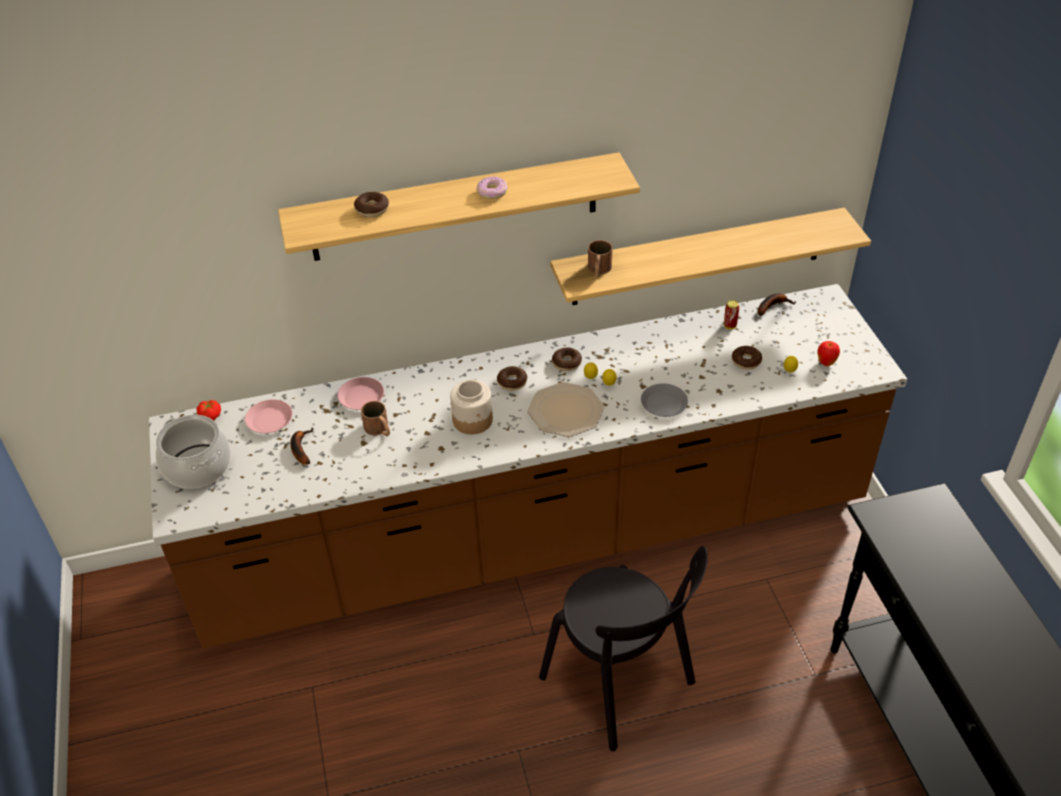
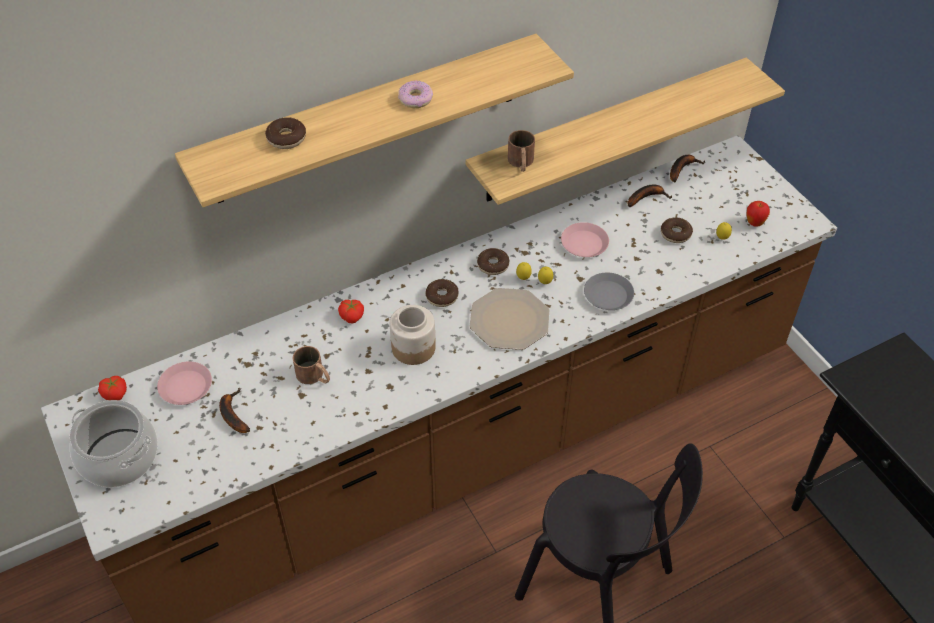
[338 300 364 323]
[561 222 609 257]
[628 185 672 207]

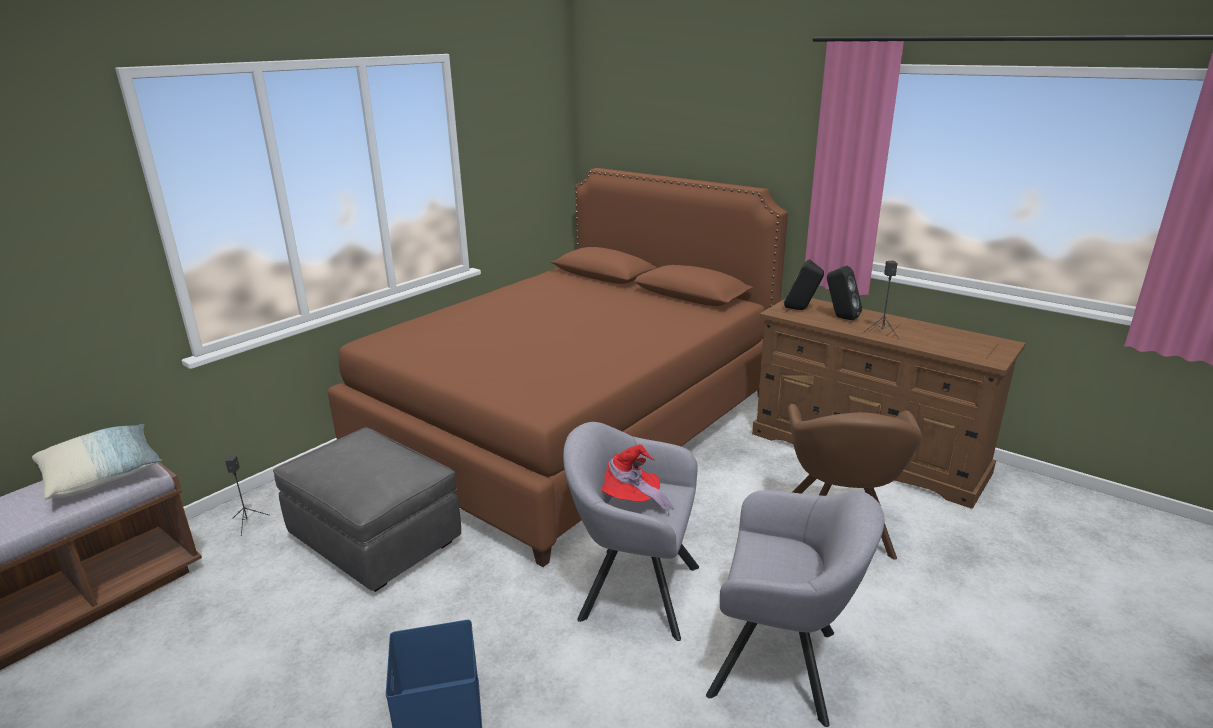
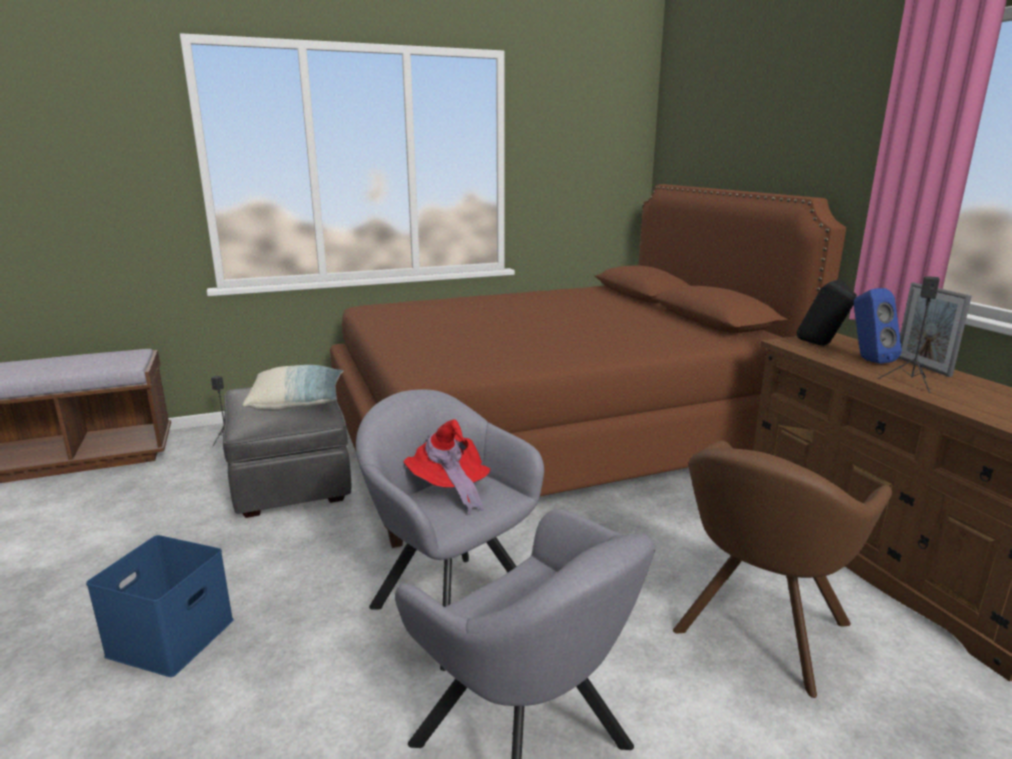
[243 365 344 411]
[854 288 902 364]
[898 283 972 377]

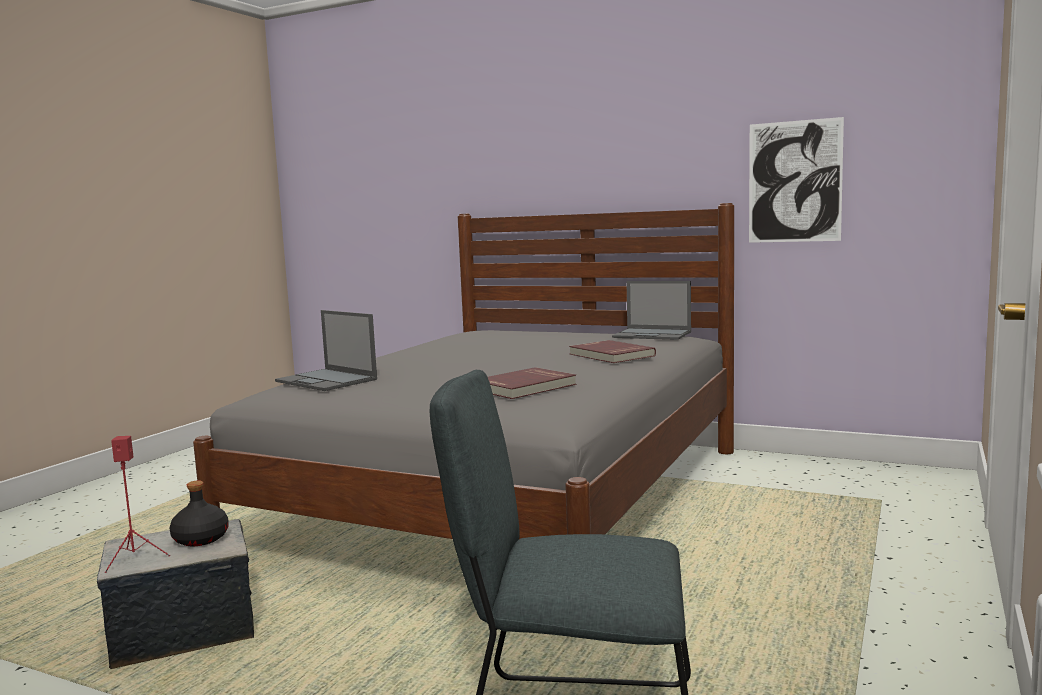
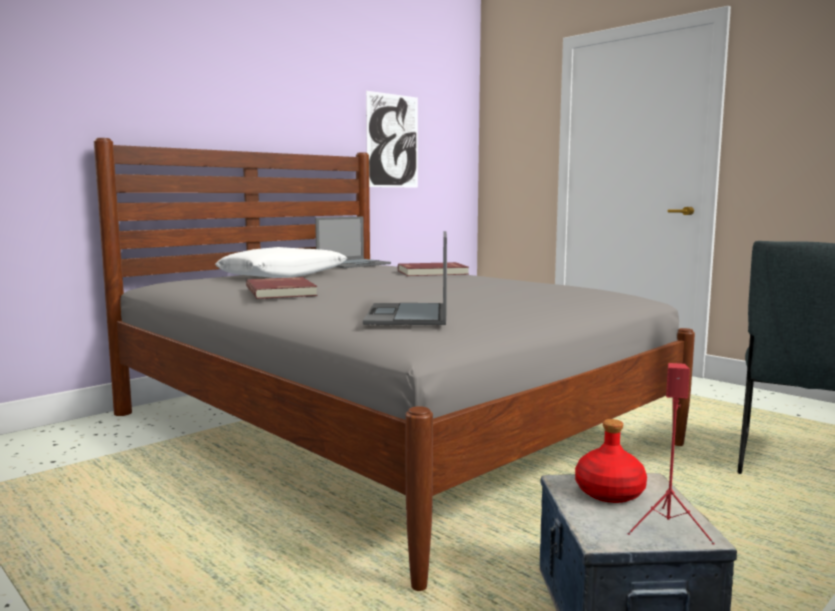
[215 247 347 278]
[246 277 318 299]
[363 231 447 325]
[575 419 647 503]

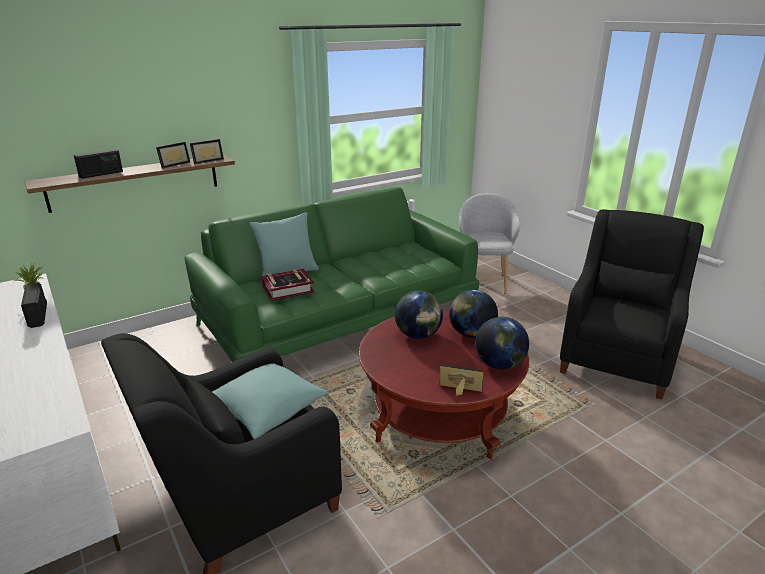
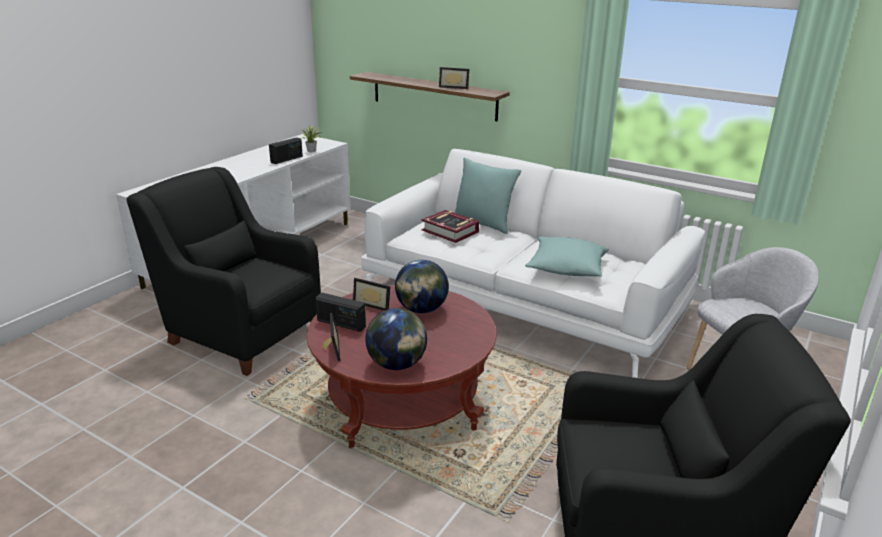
[316 293 366 332]
[353 278 390 311]
[361 149 705 378]
[525 237 609 276]
[449 290 498 338] (first image)

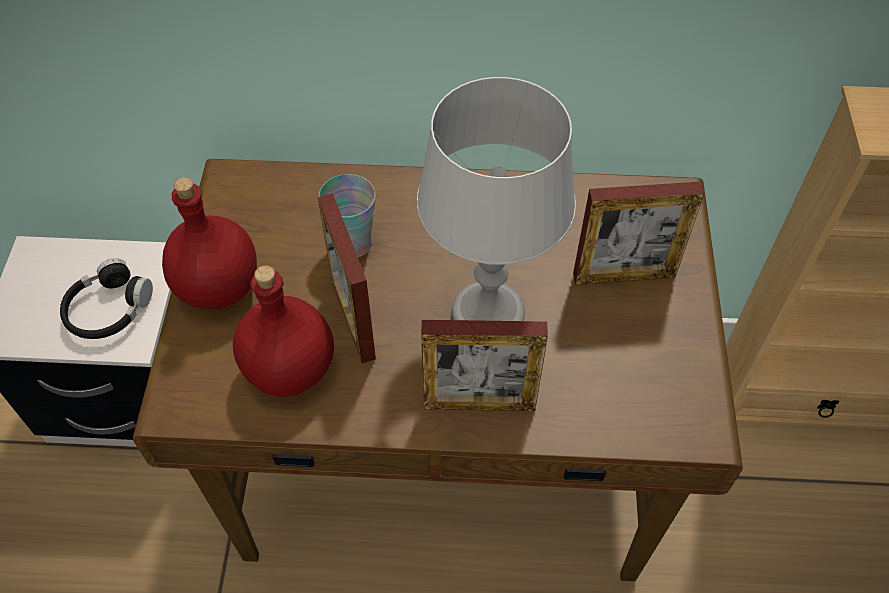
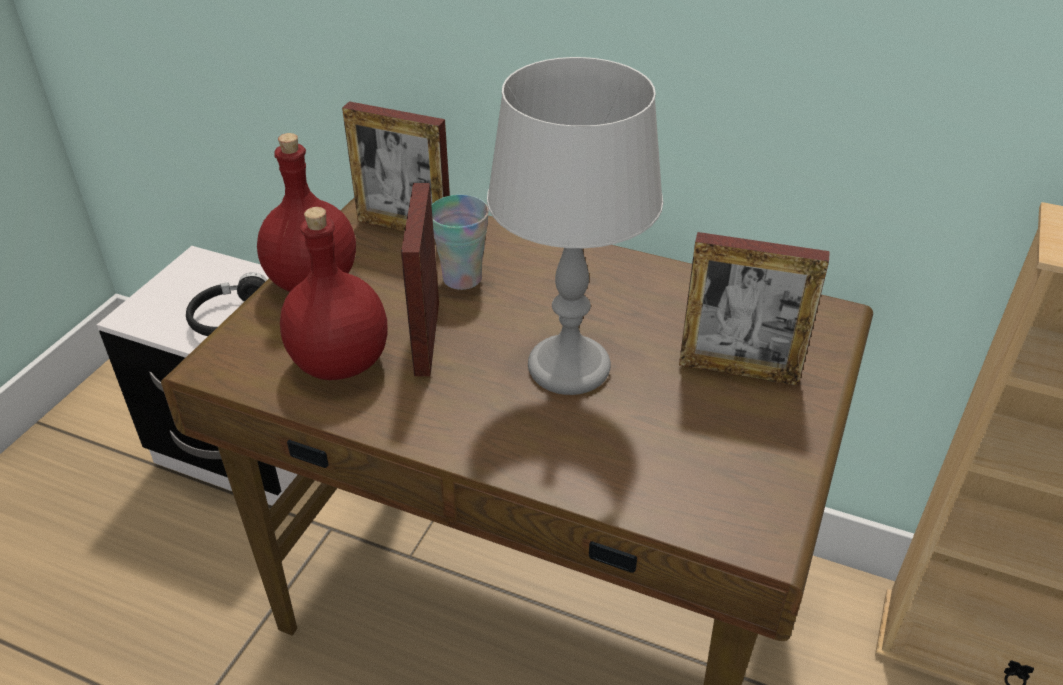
[342 101 450 232]

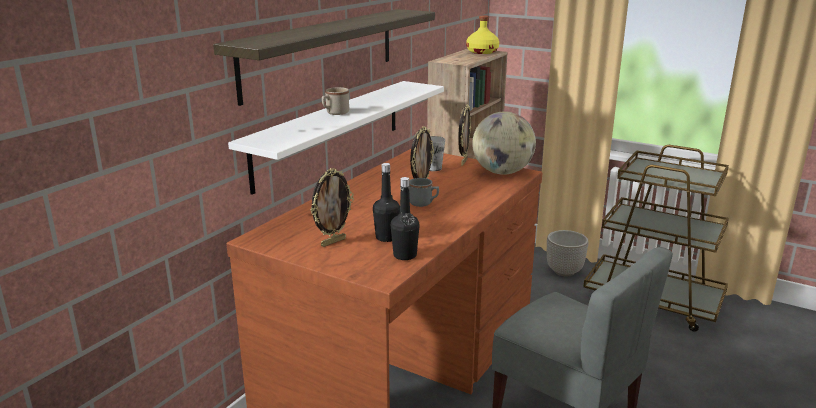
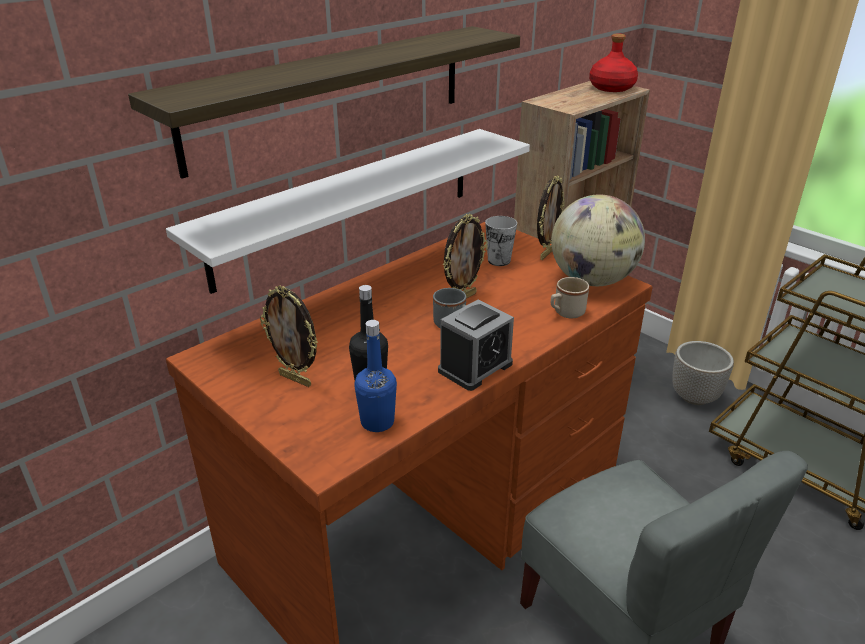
[260 285 318 387]
[354 320 397 432]
[438 300 514 391]
[551 277 589 318]
[589 34 638 92]

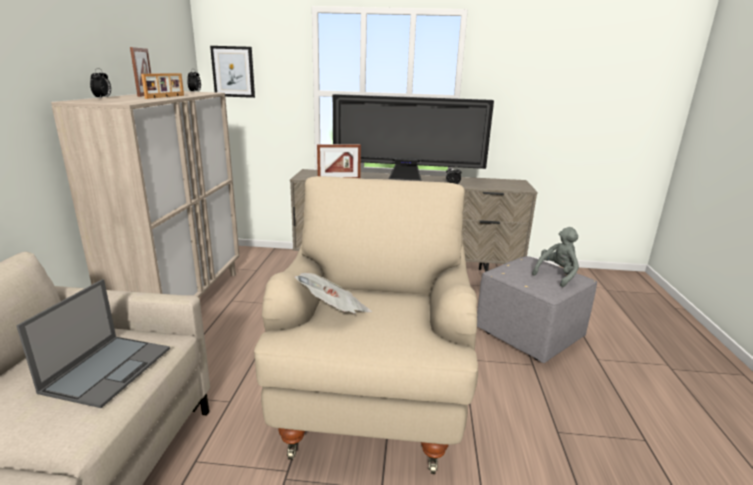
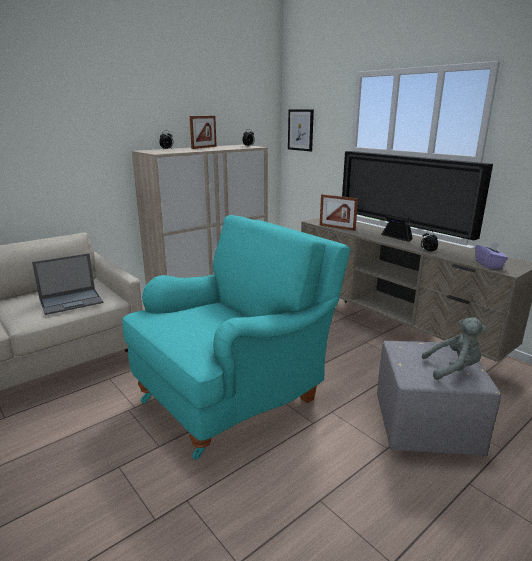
[122 215 350 460]
[475 241 508 269]
[141 73 184 99] (first image)
[294 273 372 314] (first image)

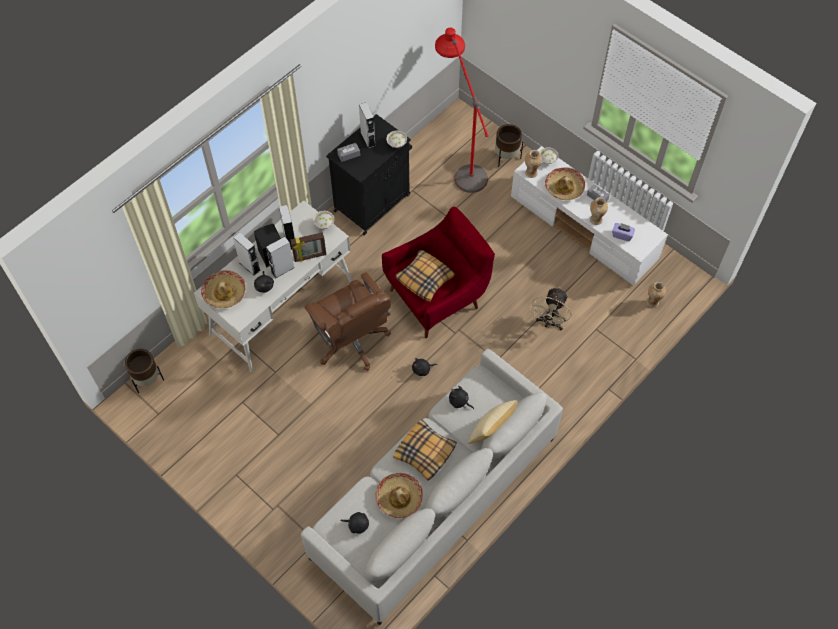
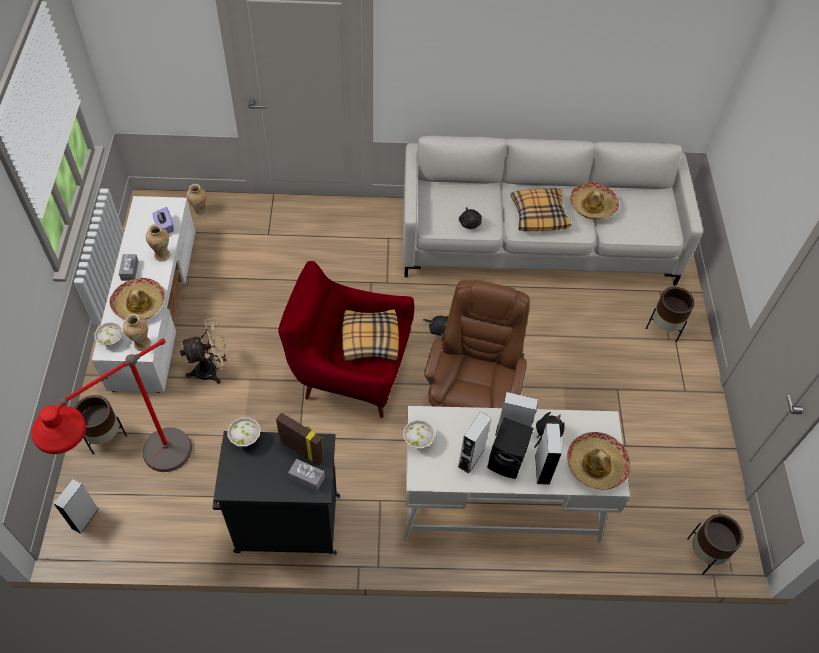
[54 479 99 534]
[180 317 230 384]
[276 413 324 466]
[646 287 695 342]
[340 512 369 533] (first image)
[468 400 517 444] (first image)

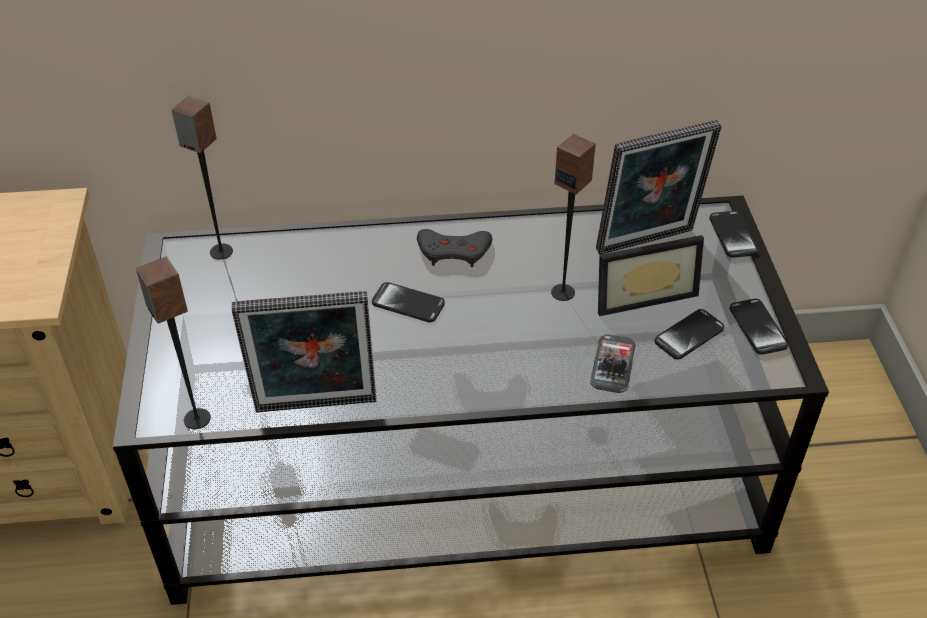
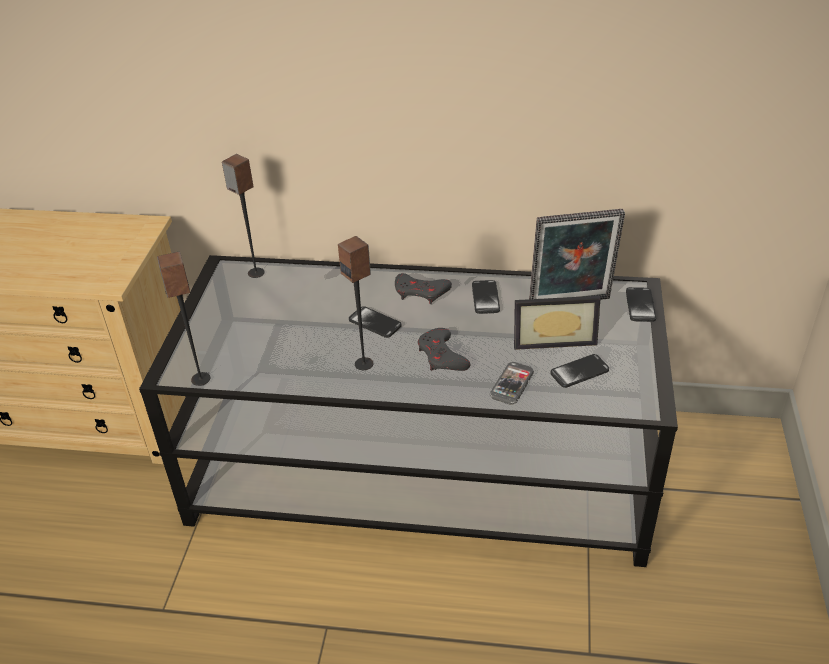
[338 236 373 370]
[418 328 470 371]
[472 280 500 314]
[232 291 376 413] (first image)

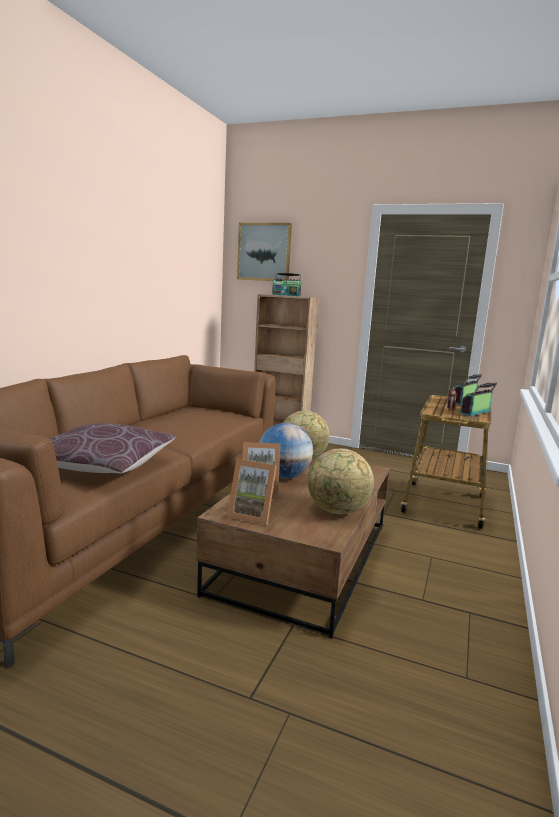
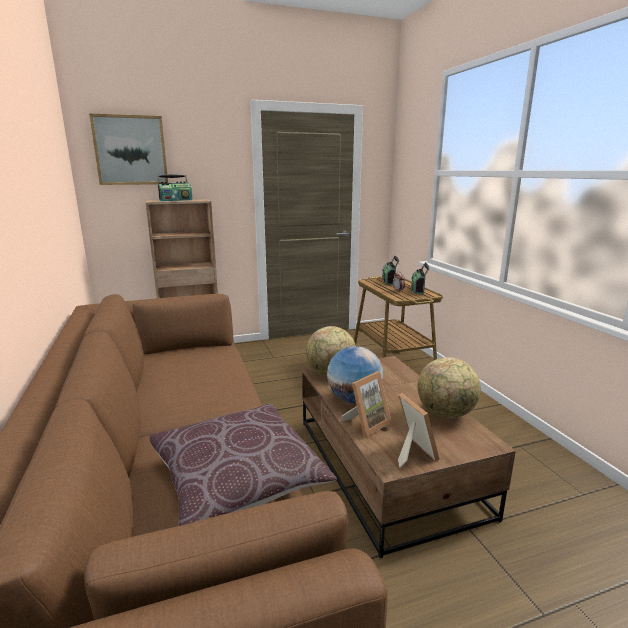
[398 393 439 468]

